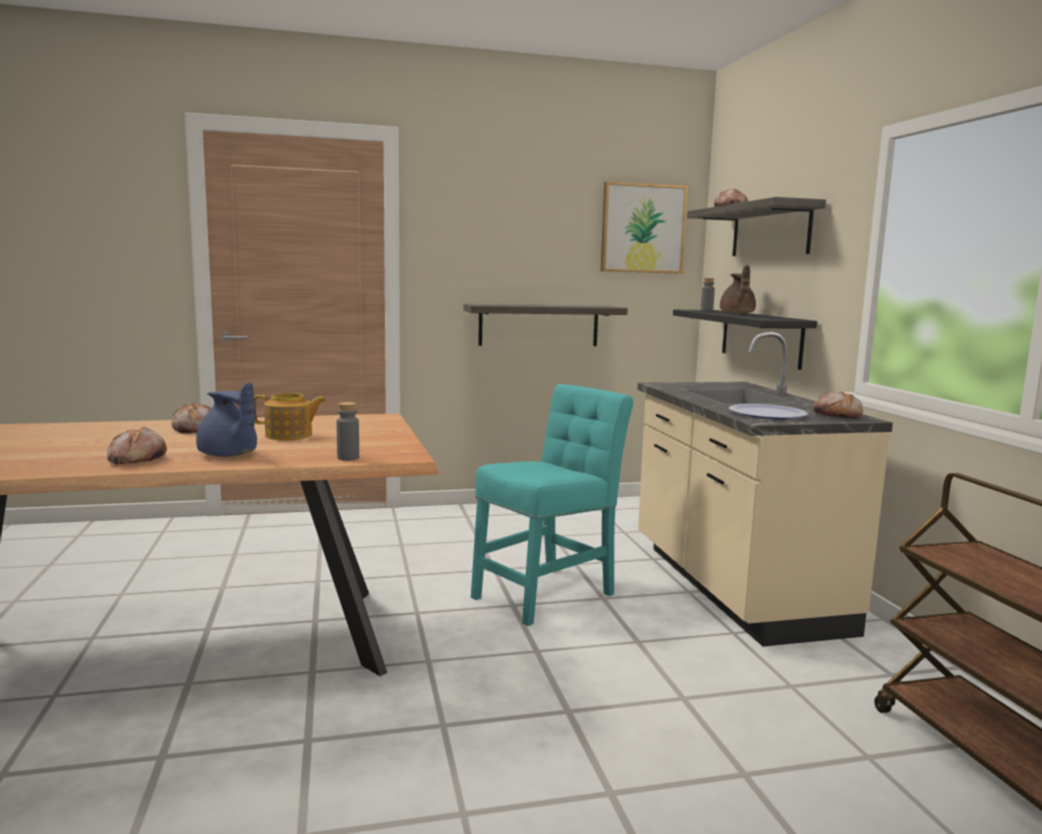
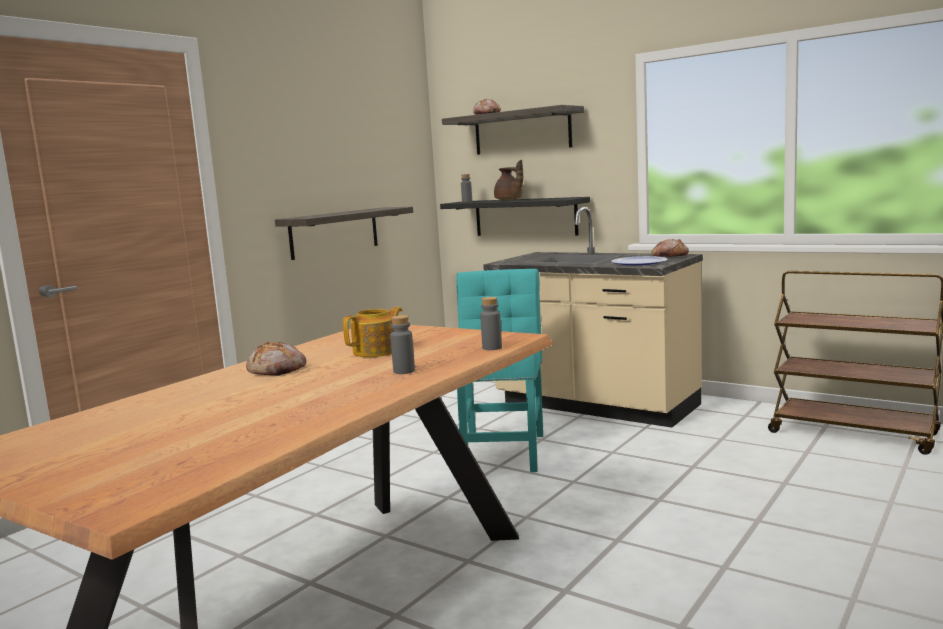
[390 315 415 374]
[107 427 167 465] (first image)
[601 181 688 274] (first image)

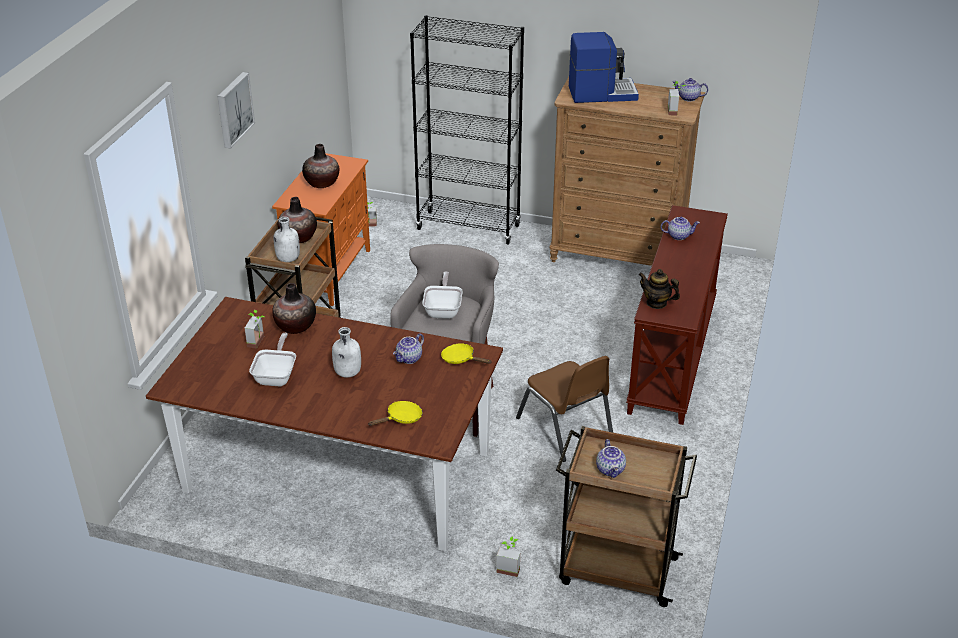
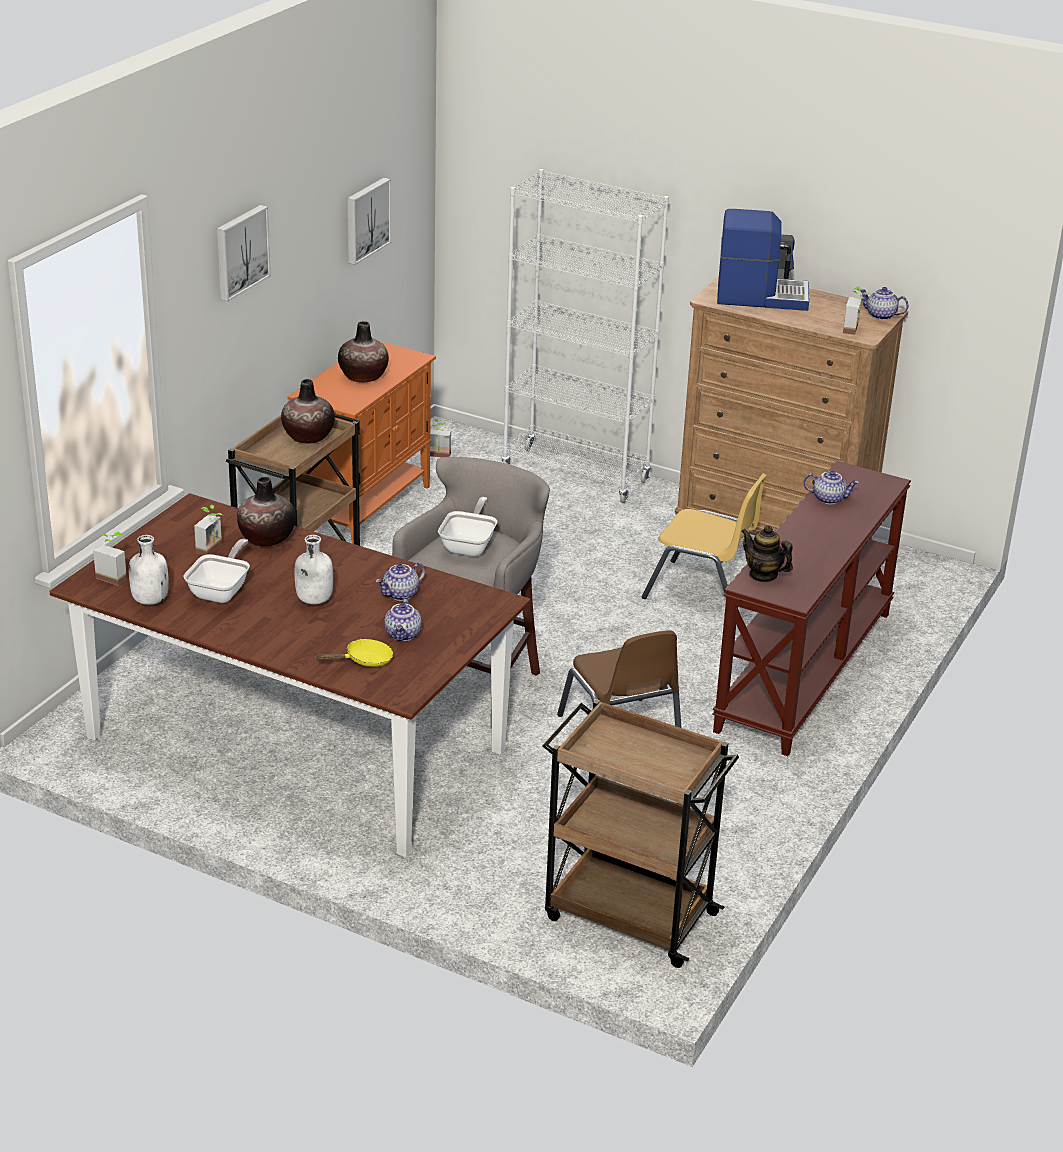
[93 532 127 586]
[129 535 169 605]
[347 178 391 265]
[384 597 421 641]
[502 169 669 503]
[641 473 767 599]
[441 343 492 364] (first image)

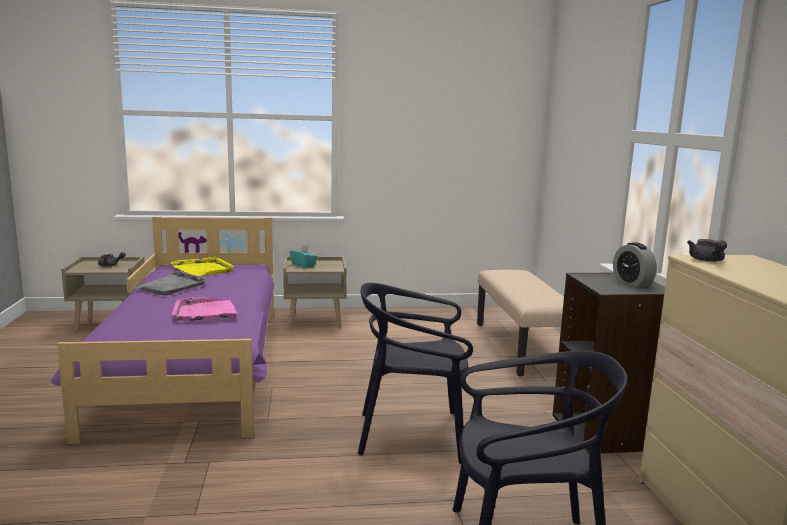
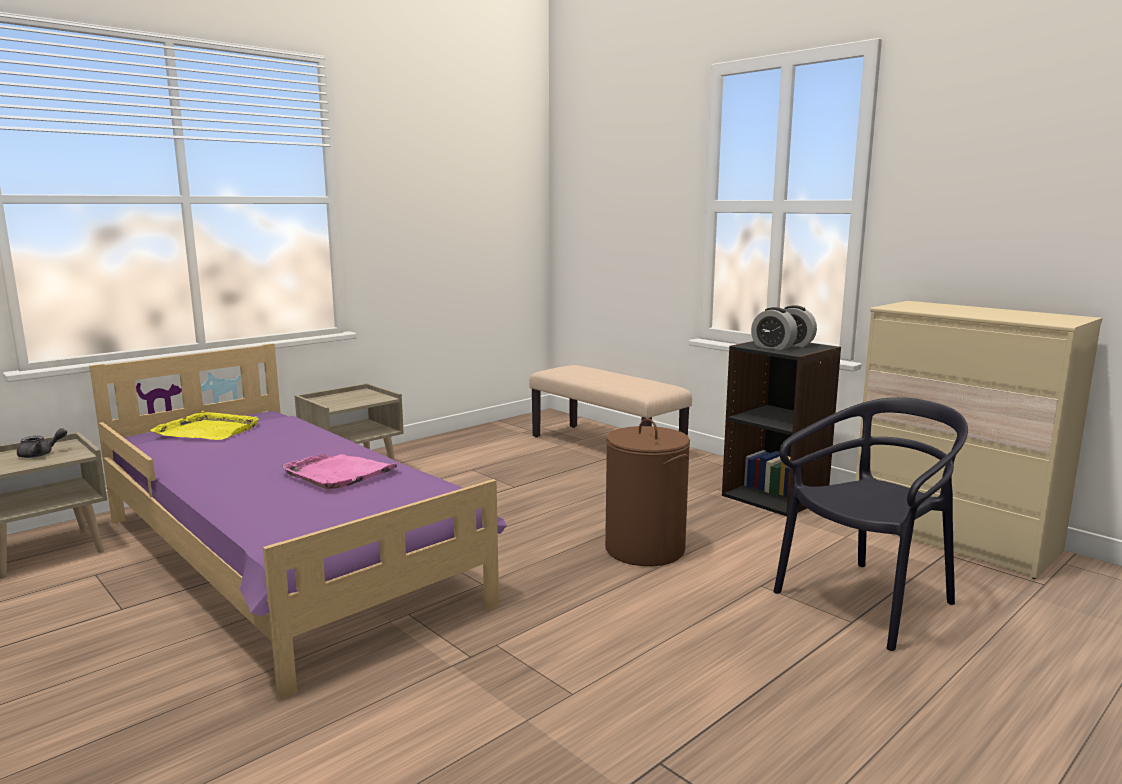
[605 418 690 566]
[751 307 797 350]
[134 271 207 296] (first image)
[290 245 318 268] (first image)
[687 239 727 262] (first image)

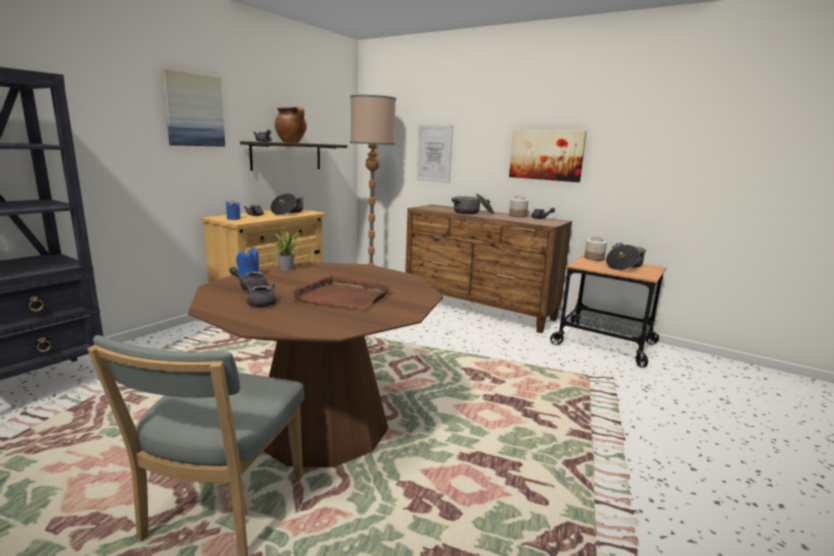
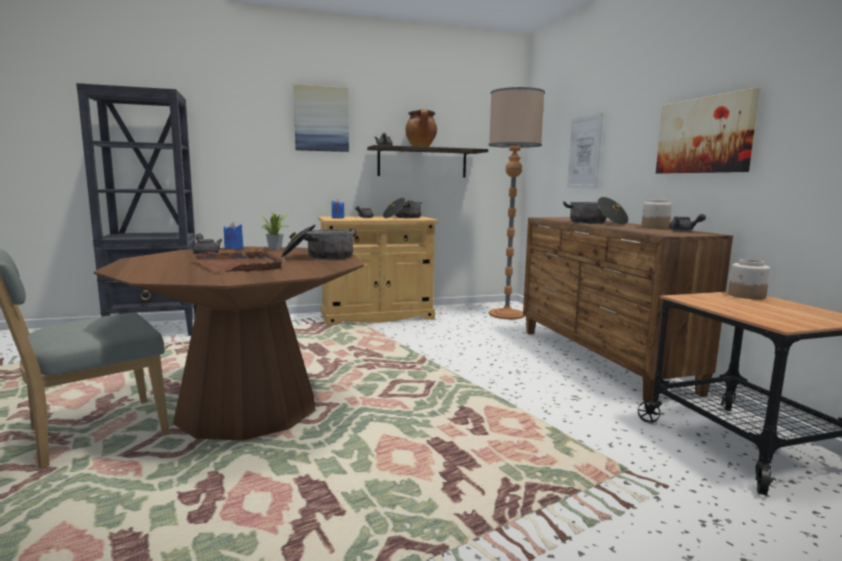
[281 224 356 260]
[240 278 277 307] (first image)

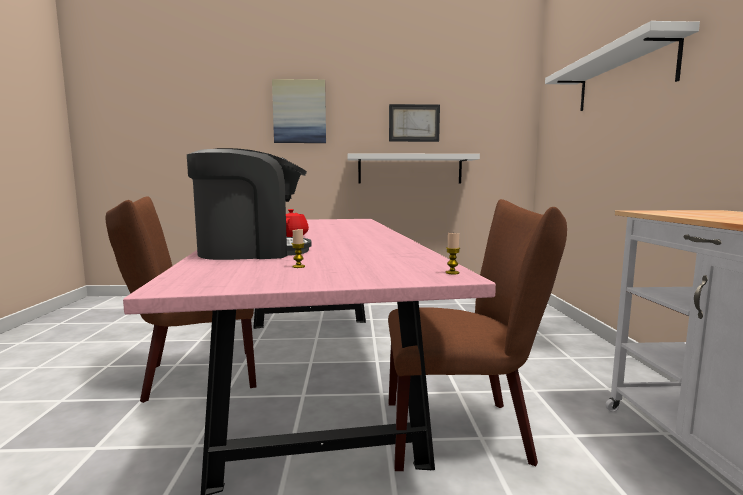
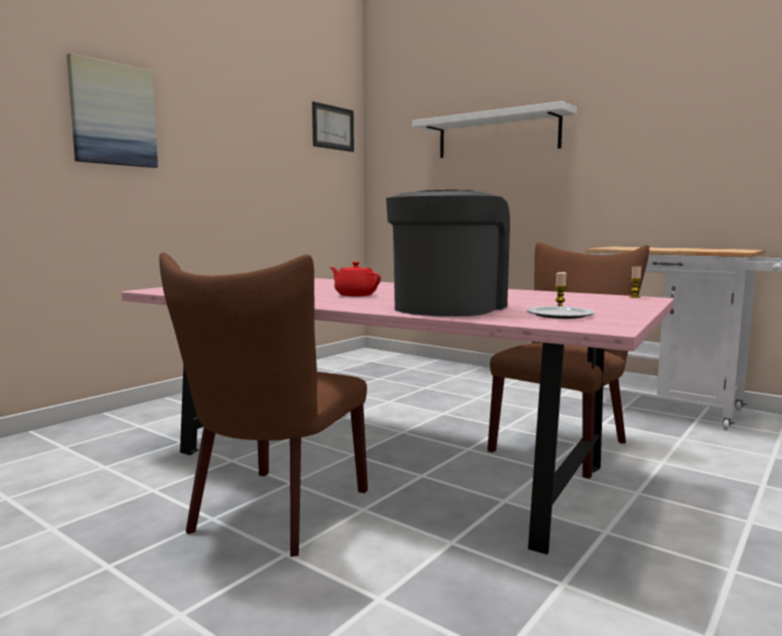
[312 101 354 152]
[527 306 595 319]
[347 153 480 183] (first image)

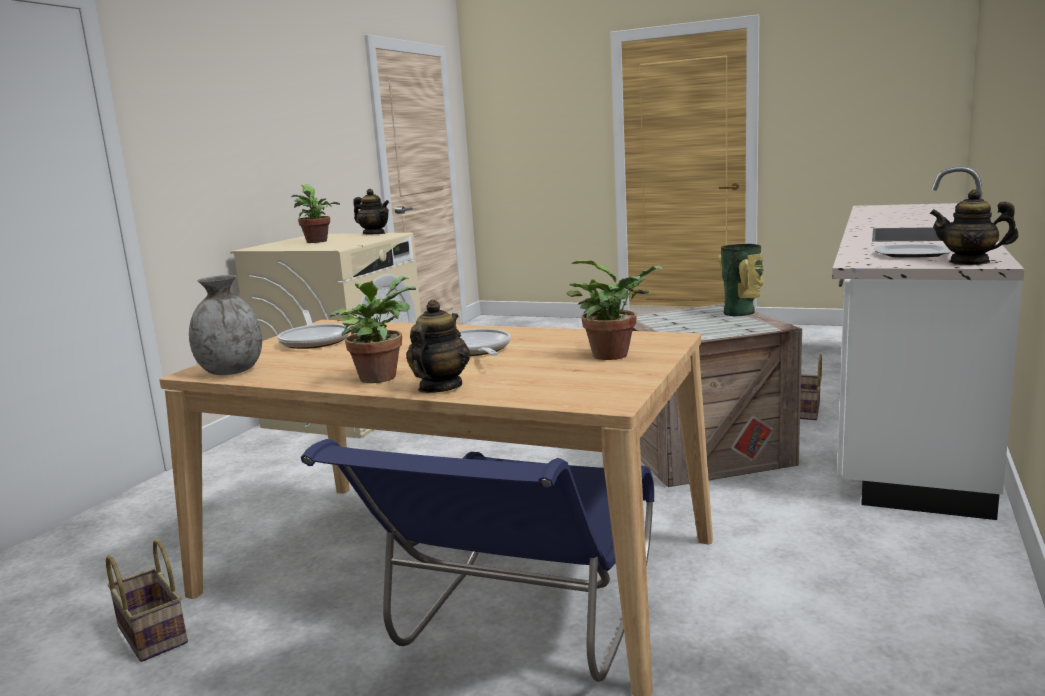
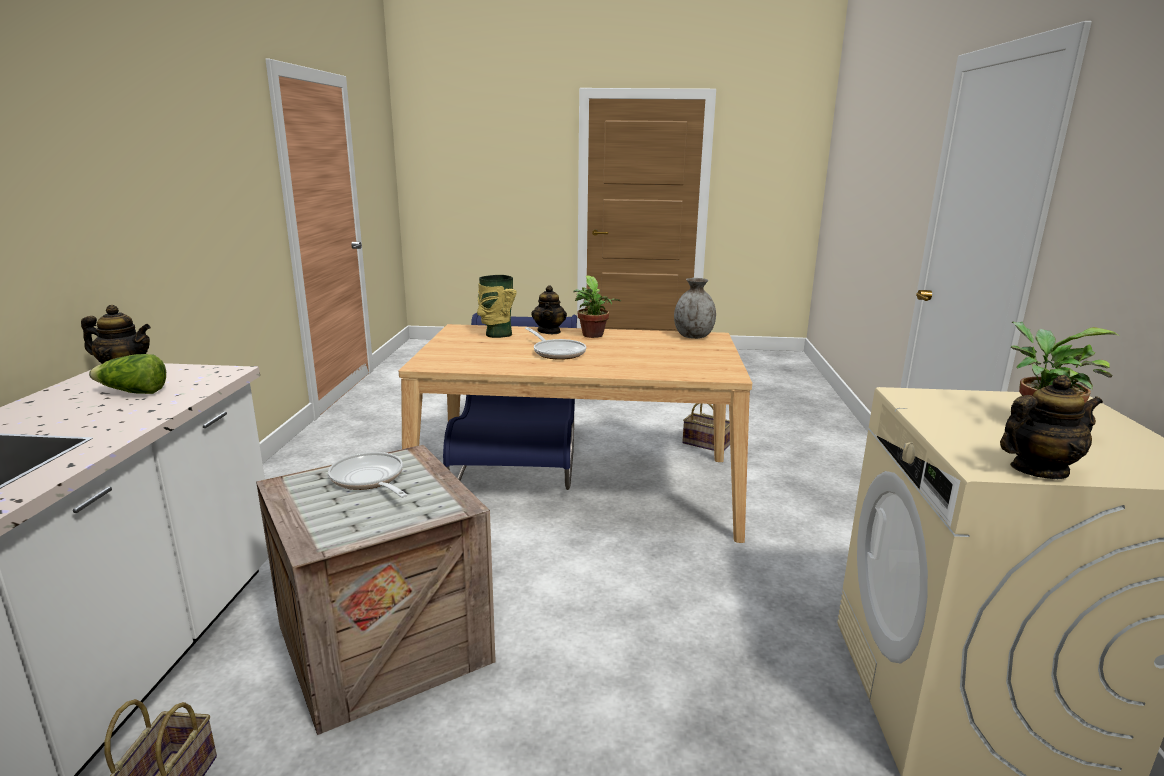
[89 354 166 394]
[328 452 408 498]
[477 275 517 338]
[1000 375 1103 479]
[566 260 663 360] (first image)

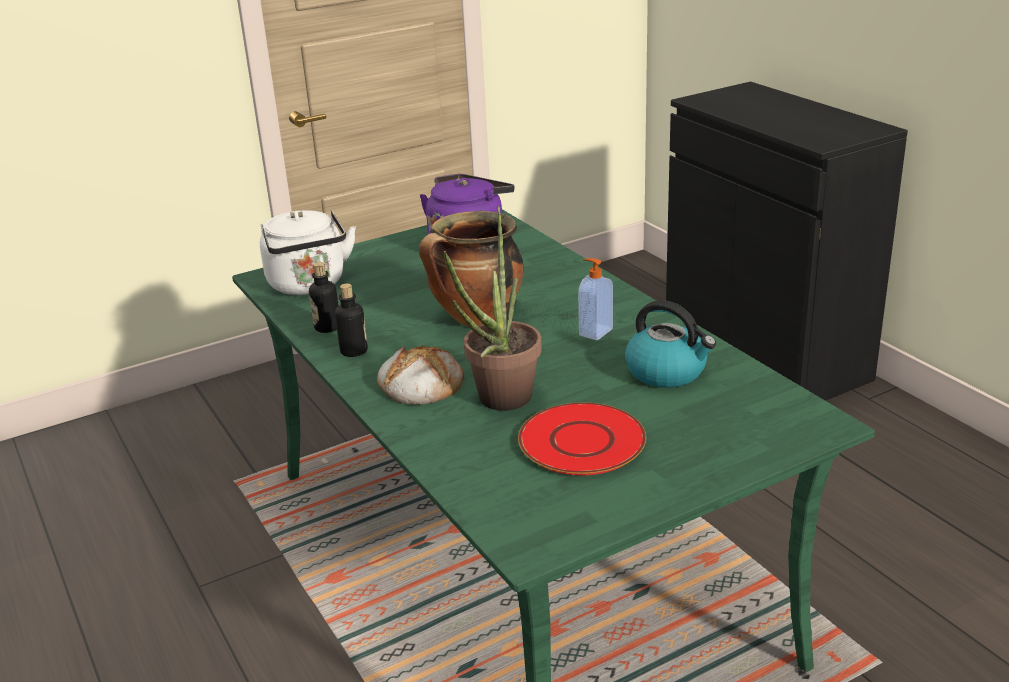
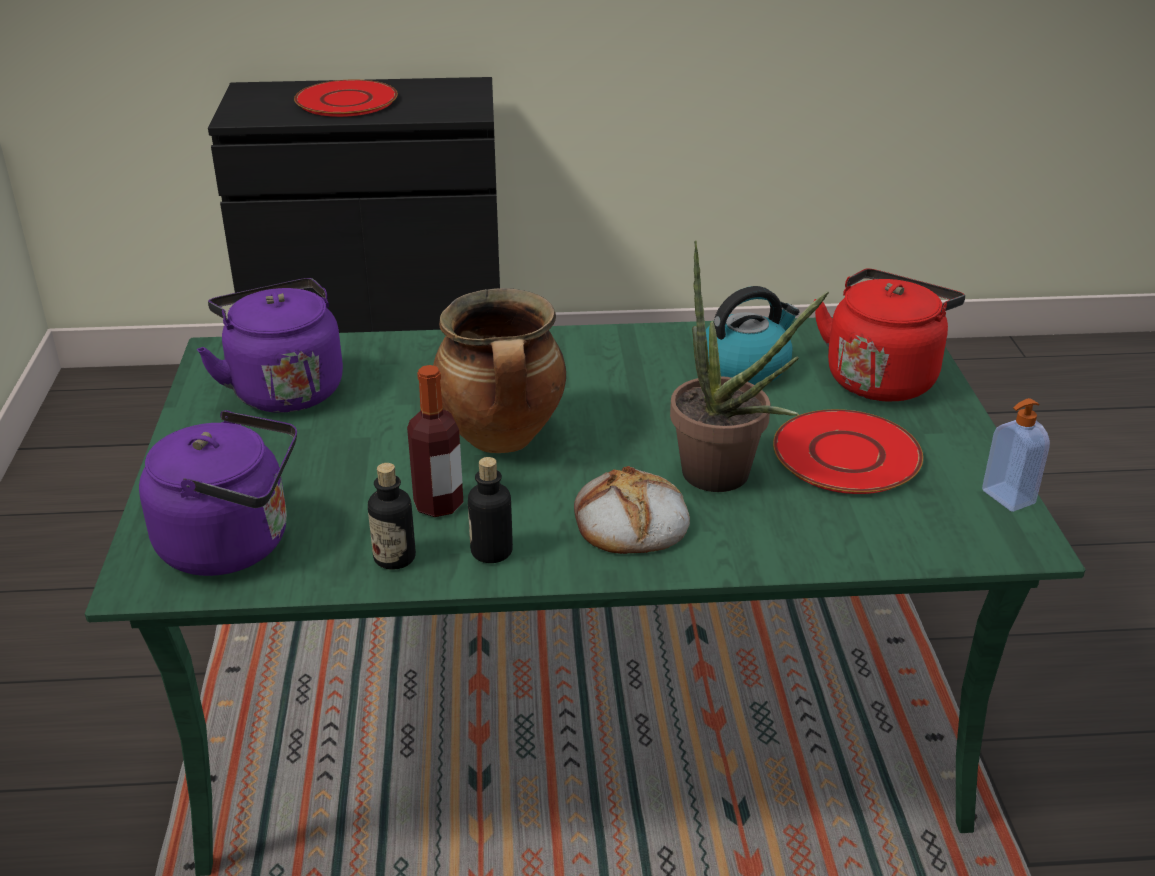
[139 410 297 576]
[294 80 398 117]
[407 365 463 517]
[814 269 965 402]
[982 398 1050 512]

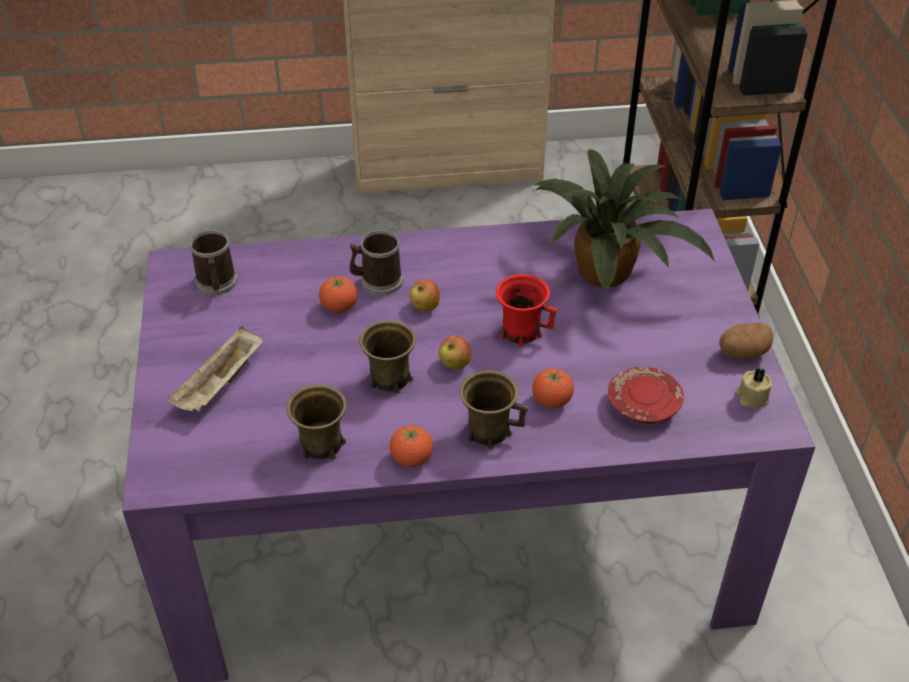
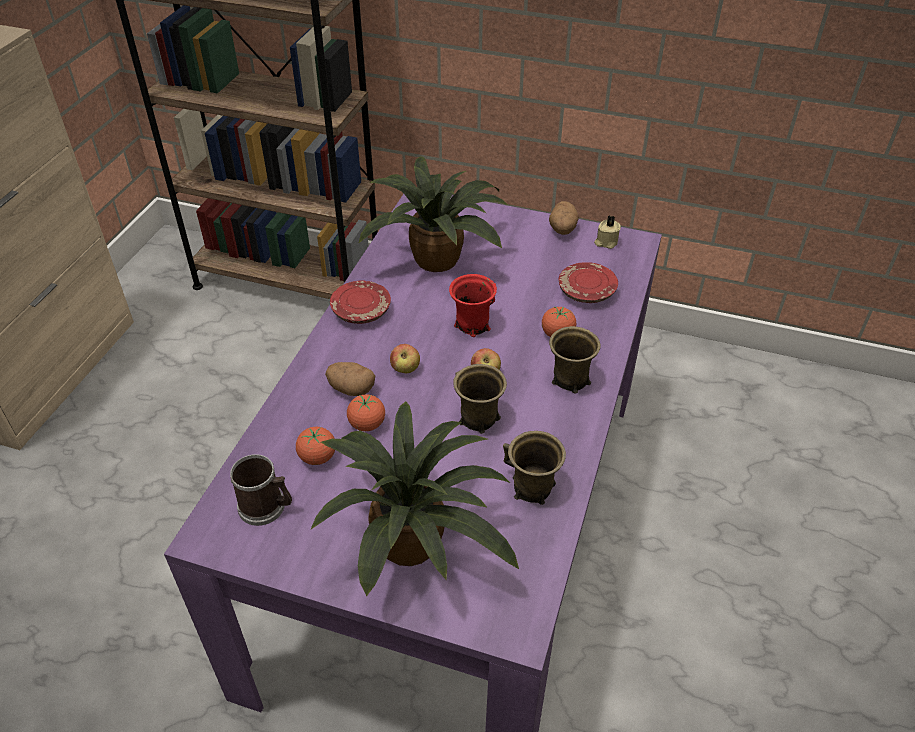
[296 427 335 465]
[310 401 519 596]
[325 362 375 396]
[330 281 391 324]

